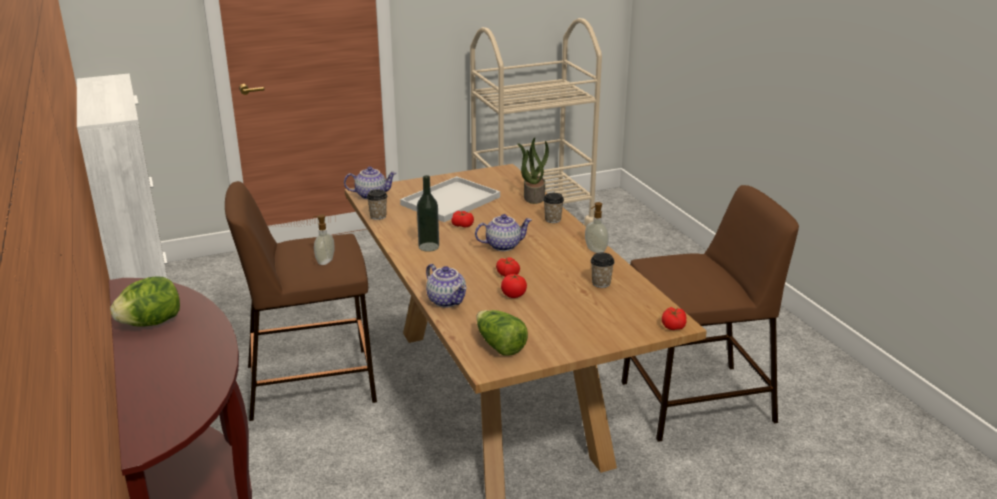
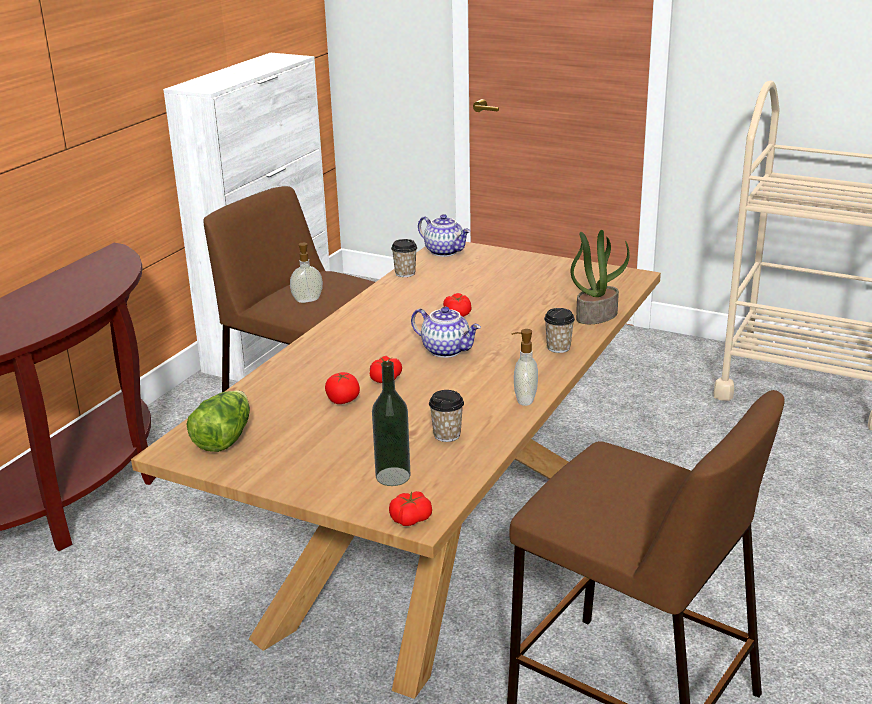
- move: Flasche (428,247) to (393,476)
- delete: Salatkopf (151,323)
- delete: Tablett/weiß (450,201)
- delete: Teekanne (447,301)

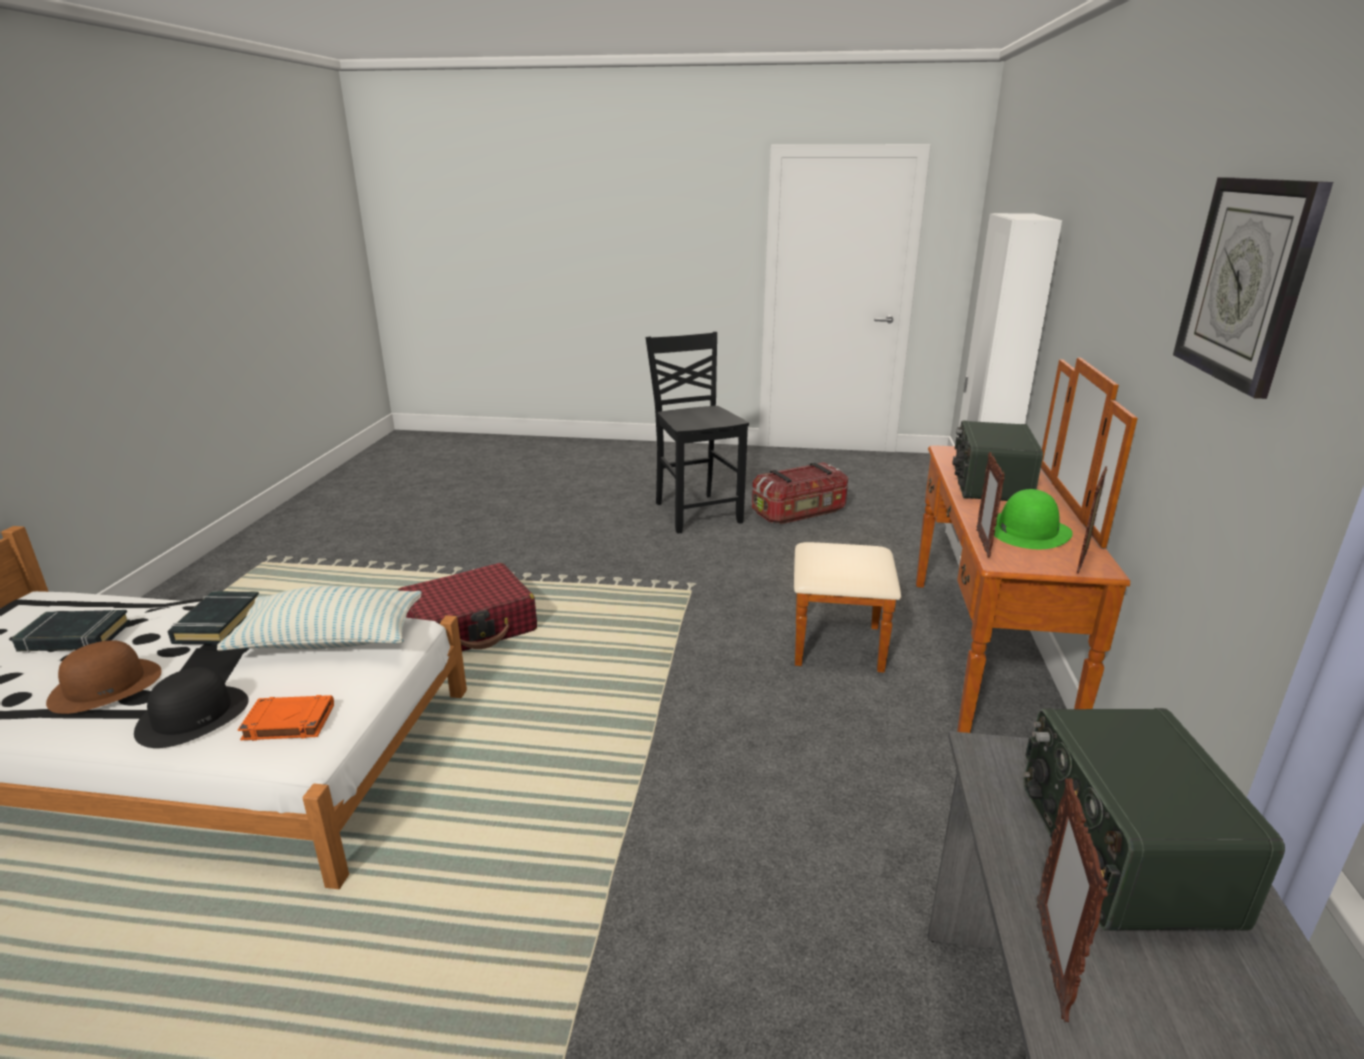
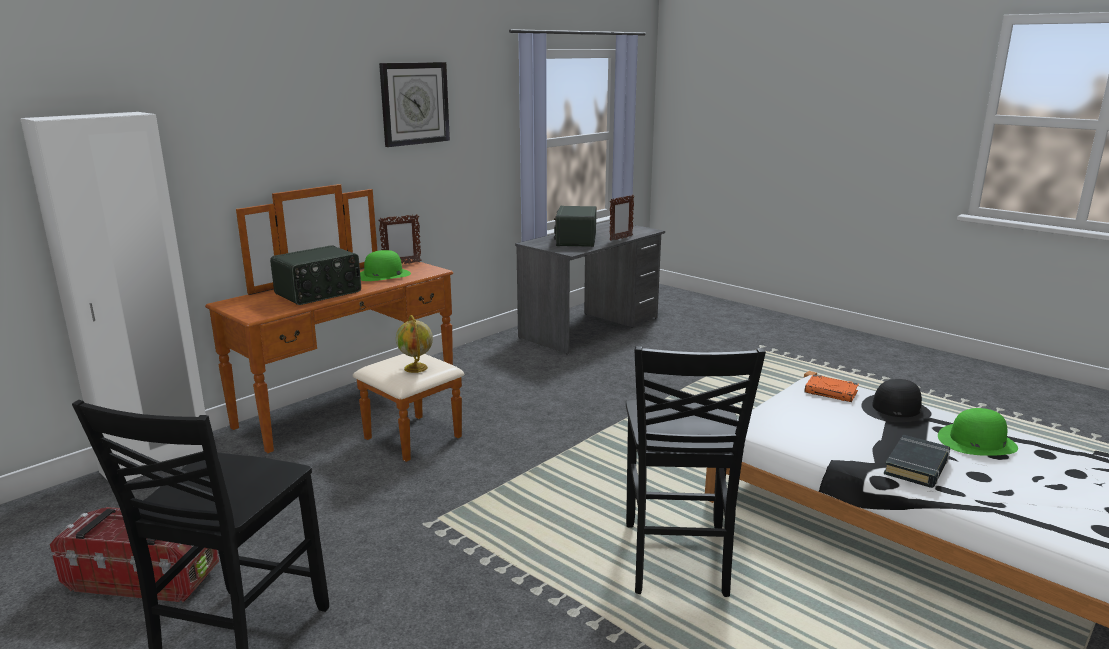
- insert: Globus (416,368)
- rotate: Radio (1119,852) = (575,240) 150 degrees clockwise
- replace: Koffer/rot (470,627) to Stuhl/schwarz (676,560)
- recolor: Hut/braun (106,685) to Hut/grün (976,442)
- delete: Buch/schwarz (74,637)
- delete: Kissen (330,641)
- delete: Bilderrahmen (983,544)

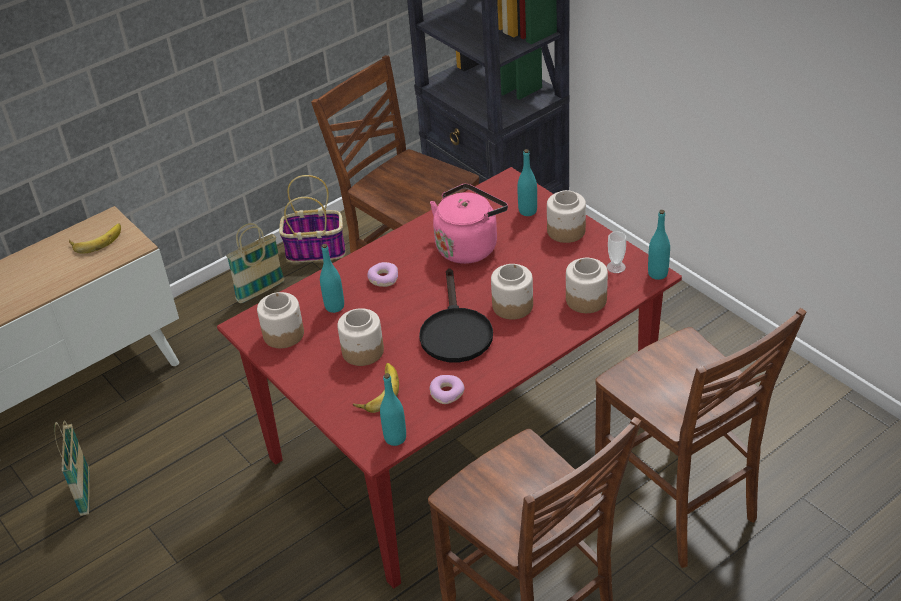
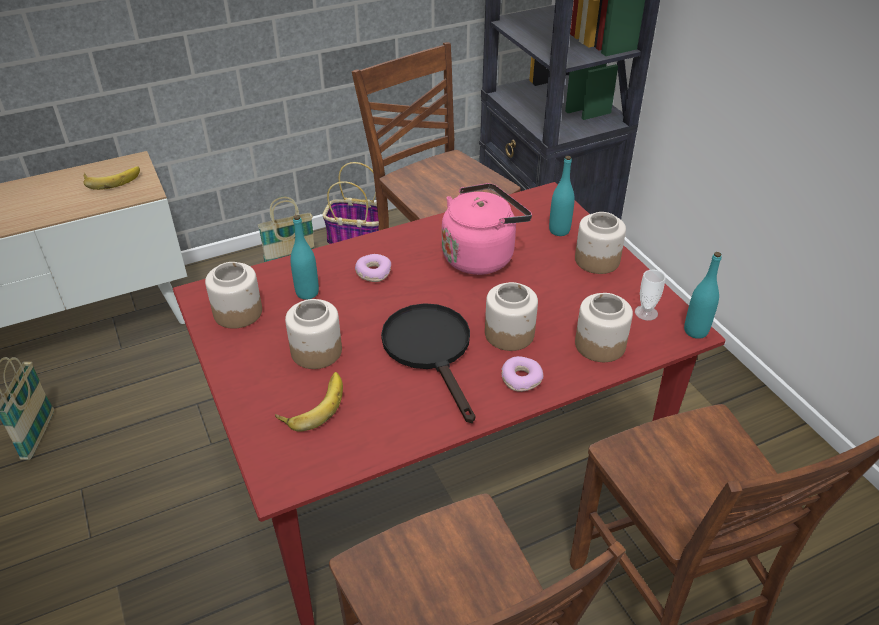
- rotate: Pfanne/schwarz (455,331) = (431,350) 150 degrees clockwise
- move: Donut (447,393) to (521,378)
- delete: Flasche/türkis (395,438)

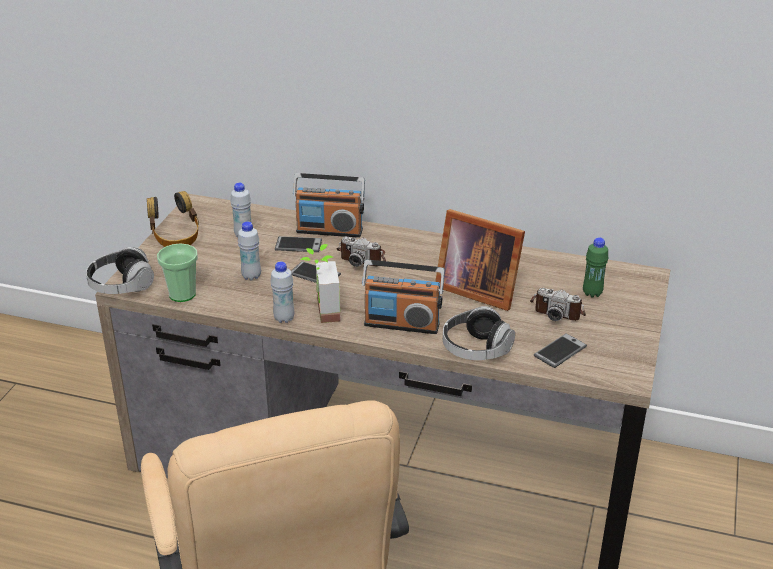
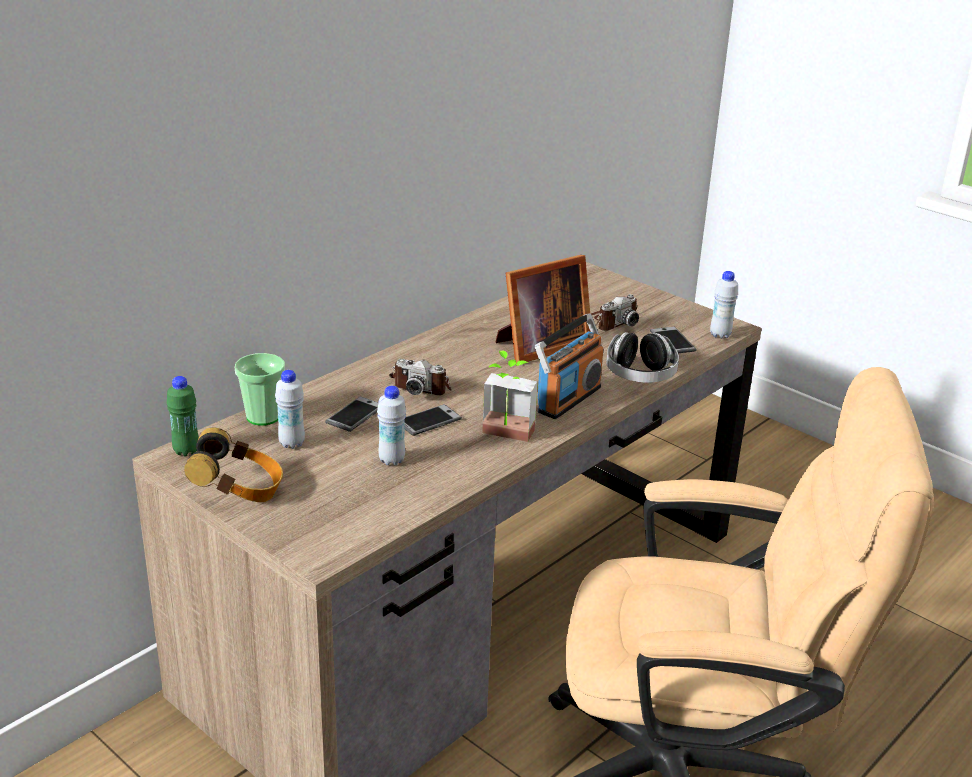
- move: Flasche/grün (592,293) to (186,451)
- move: Tasse (182,294) to (263,417)
- rotate: Kamera (363,257) = (422,385) 60 degrees clockwise
- move: Flasche/weiß (284,318) to (720,335)
- delete: Kopfhörer (121,286)
- delete: Radio (329,230)

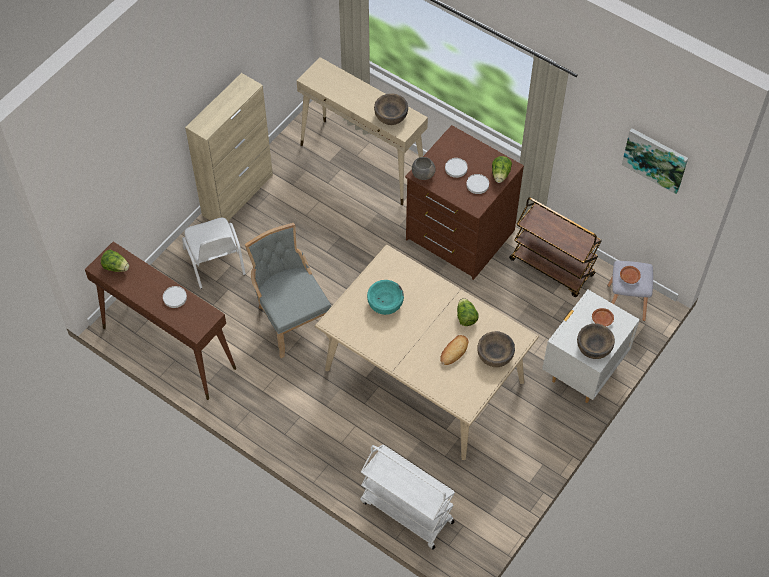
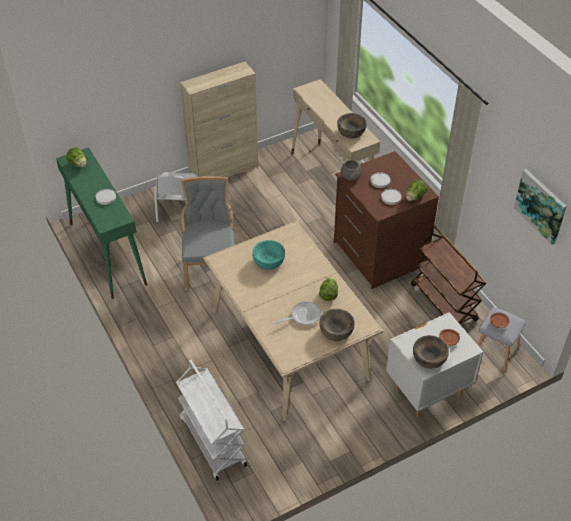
- recolor: Konsolentisch/braun (168,347) to Konsolentisch/grün (107,253)
- replace: Brot (454,351) to Pfanne (303,316)

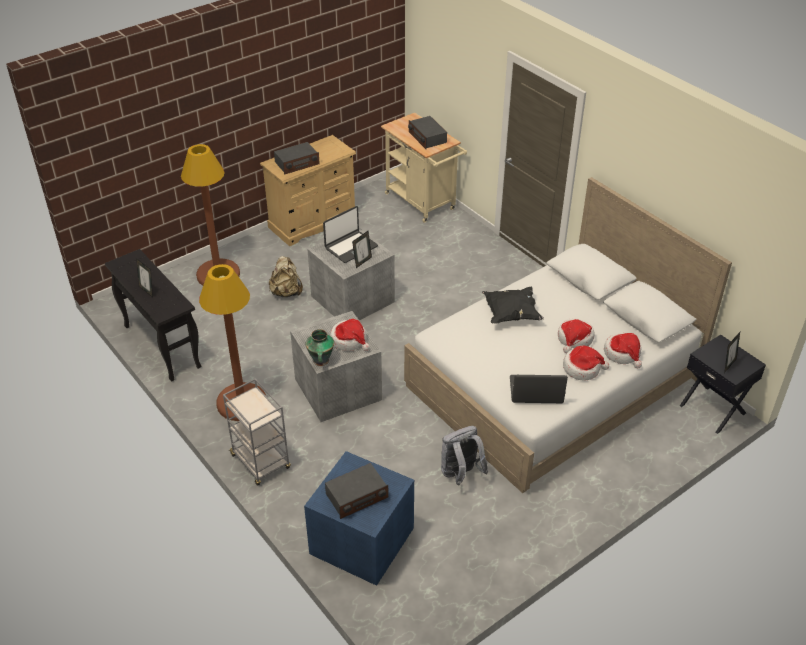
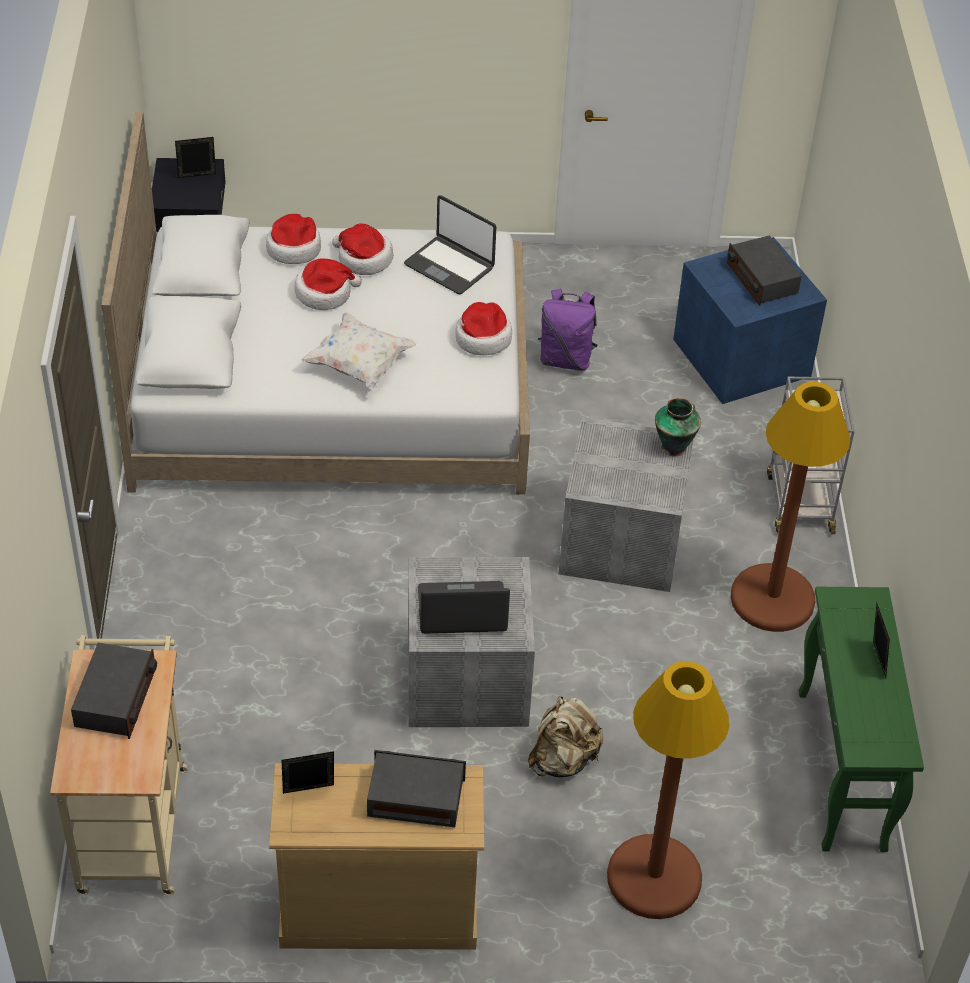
- move: Bilderrahmen (362,261) to (309,792)
- recolor: Kissen/schwarz (511,314) to Kissen/weiß (359,365)
- move: Hut (349,340) to (482,338)
- recolor: Rucksack/grau (461,474) to Rucksack/lila (566,359)
- rotate: Radio (356,496) = (761,278) 120 degrees counterclockwise
- recolor: Konsolentisch/schwarz (161,346) to Konsolentisch/grün (842,771)

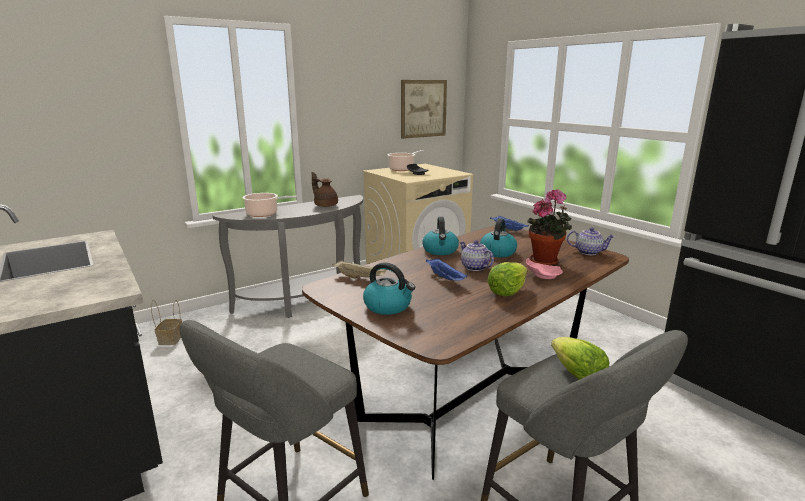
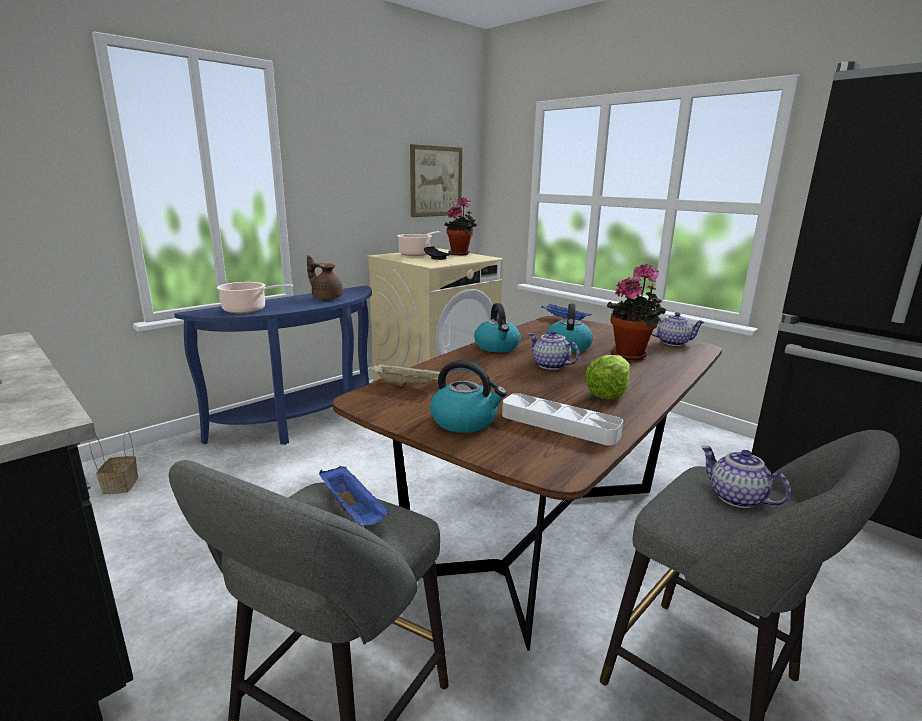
- recolor: Konsolentisch/grau (307,301) to Konsolentisch/blau (305,422)
- move: Tablett/blau (446,279) to (354,511)
- insert: Topfpflanze (460,254)
- insert: Tablett/weiß (559,424)
- replace: Salatkopf (577,375) to Teekanne (735,498)
- delete: Teller/rosa (542,275)

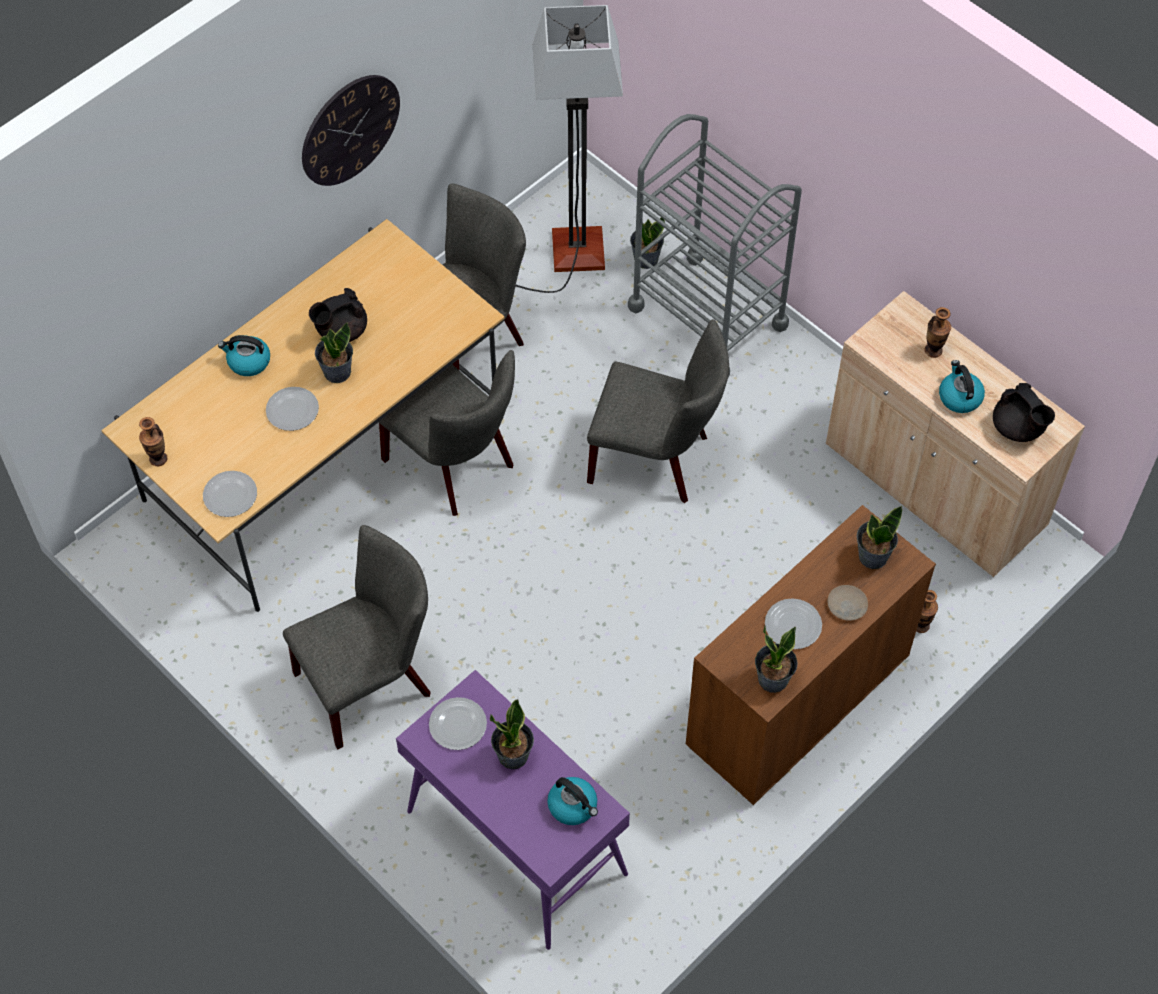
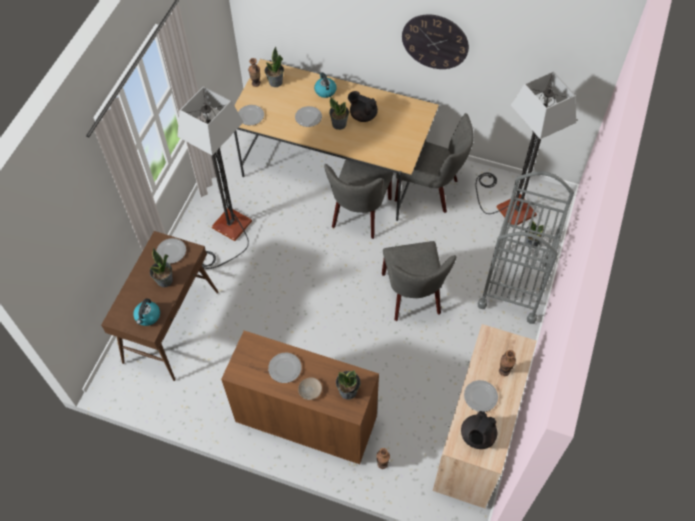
- recolor: Konsolentisch/lila (515,842) to Konsolentisch/braun (171,326)
- replace: Stuhl/grau (371,681) to Stehlampe (228,233)
- move: Topfpflanze (773,679) to (275,82)
- replace: Wasserkessel (959,397) to Teller (480,396)

